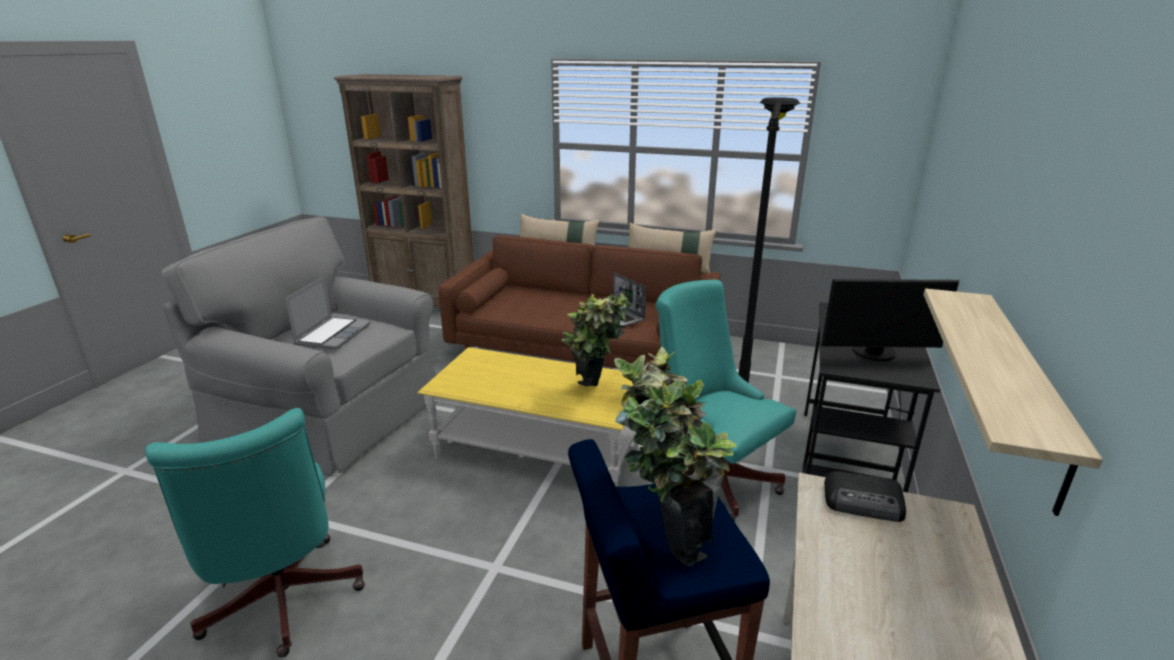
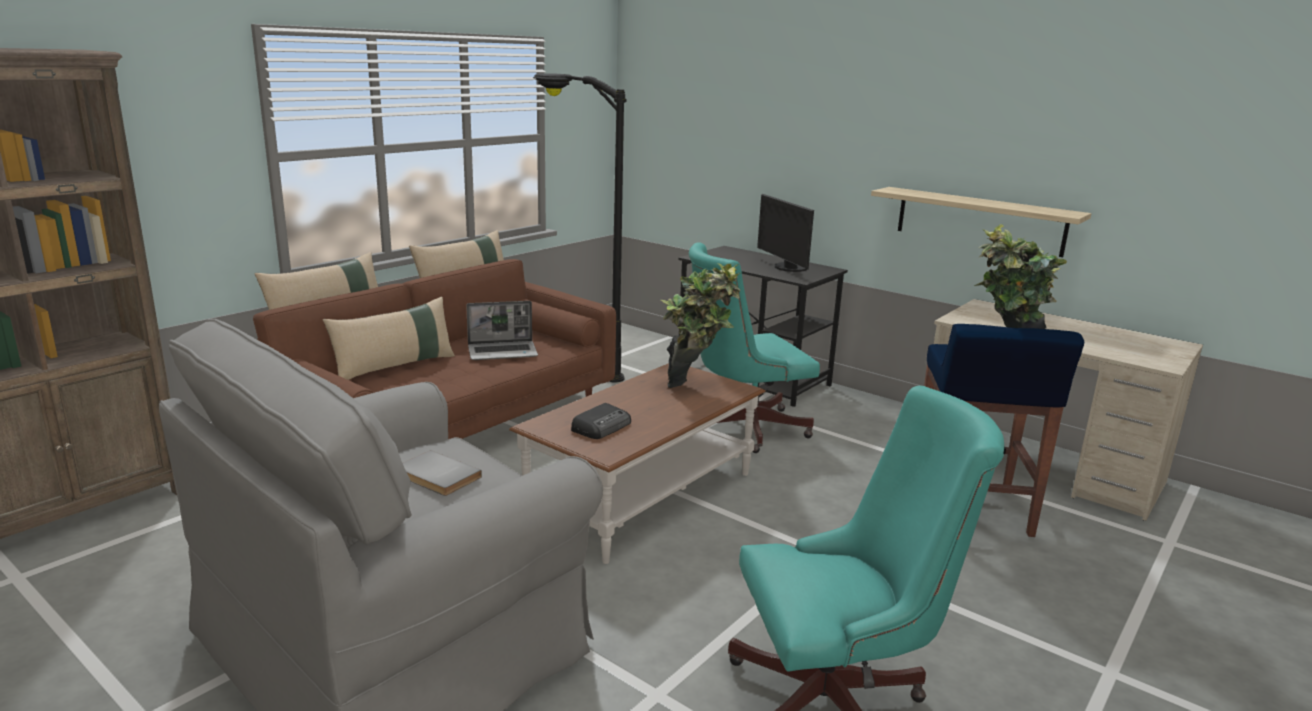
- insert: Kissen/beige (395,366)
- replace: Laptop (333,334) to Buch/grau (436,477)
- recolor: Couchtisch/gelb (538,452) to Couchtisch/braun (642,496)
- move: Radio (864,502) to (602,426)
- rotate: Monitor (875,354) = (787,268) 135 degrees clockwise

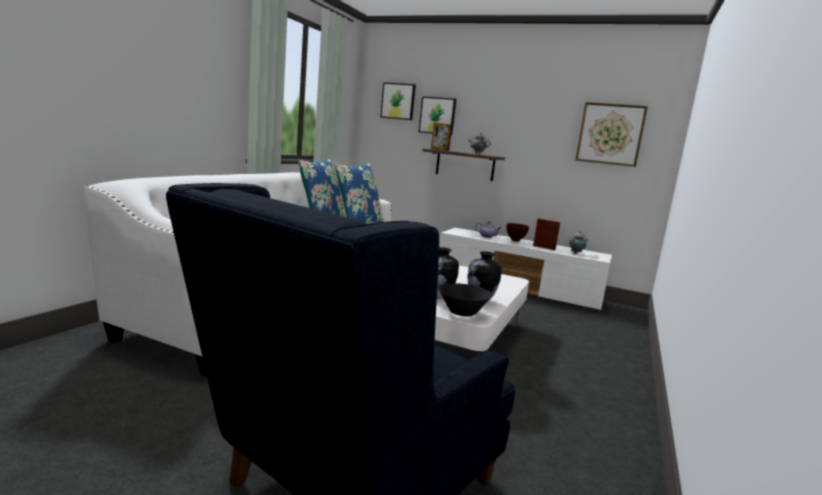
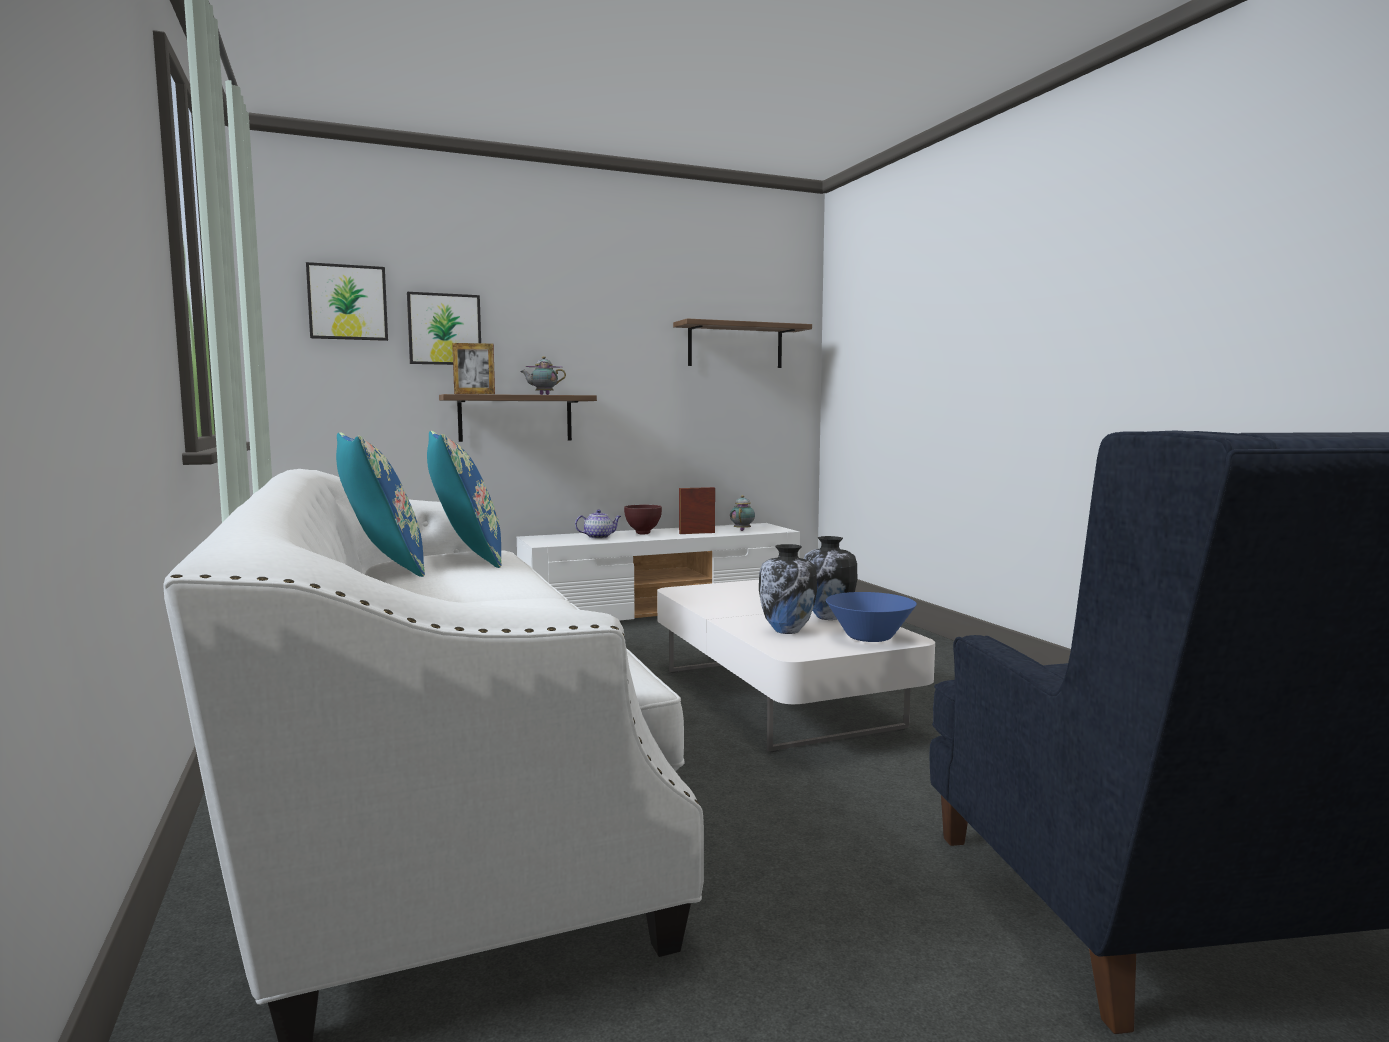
- replace: Bild (610,134) to Wandregal (735,345)
- recolor: Schüssel/schwarz (462,312) to Schüssel/blau (869,637)

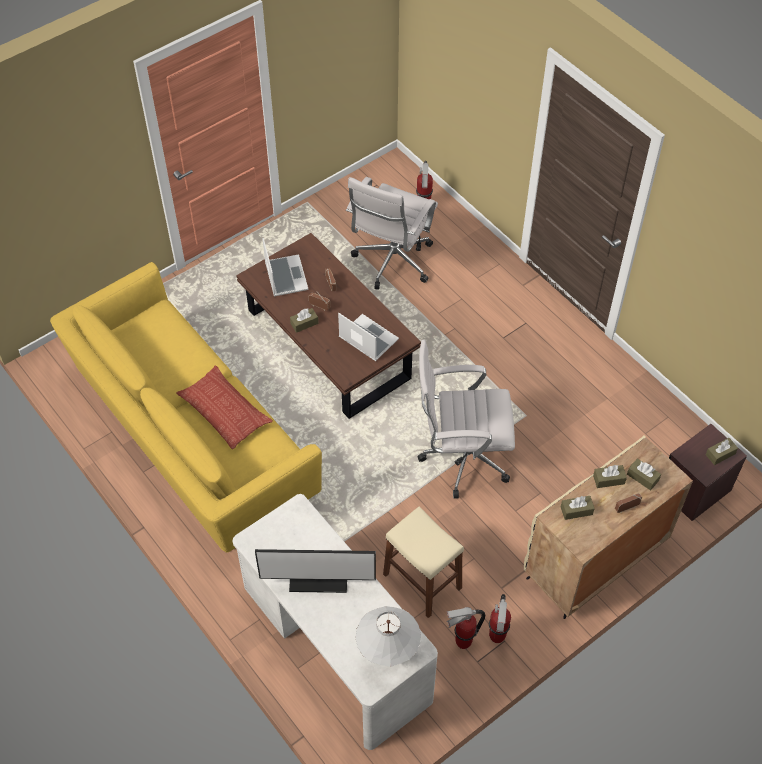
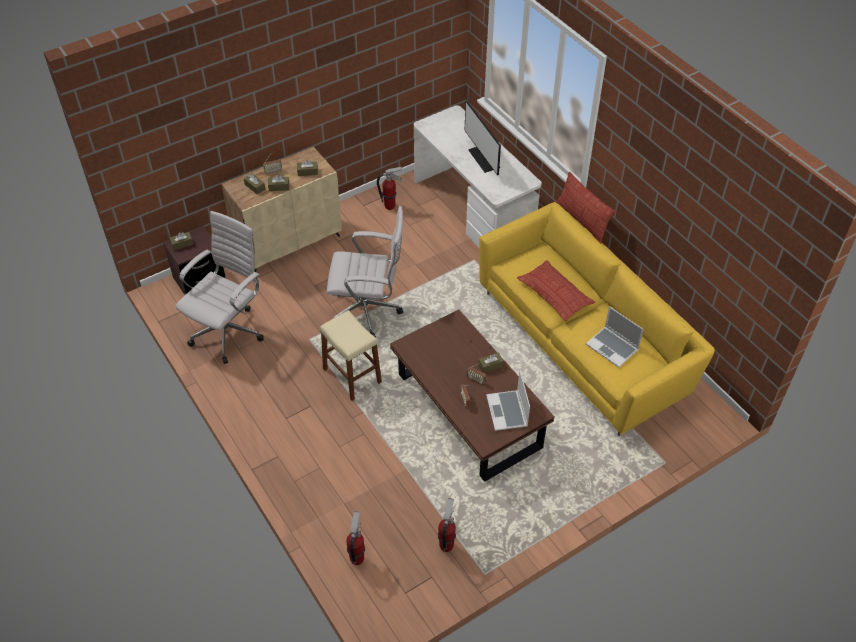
- move: Bürostuhl/weiß (392,263) to (229,331)
- move: Hocker/beige (422,581) to (352,375)
- move: Feuerlöscher (497,637) to (446,545)
- rotate: Monitor (318,580) = (484,159) 120 degrees counterclockwise
- insert: Kissen (582,221)
- move: Laptop (367,339) to (613,347)
- delete: Tischlampe/weiß (387,656)

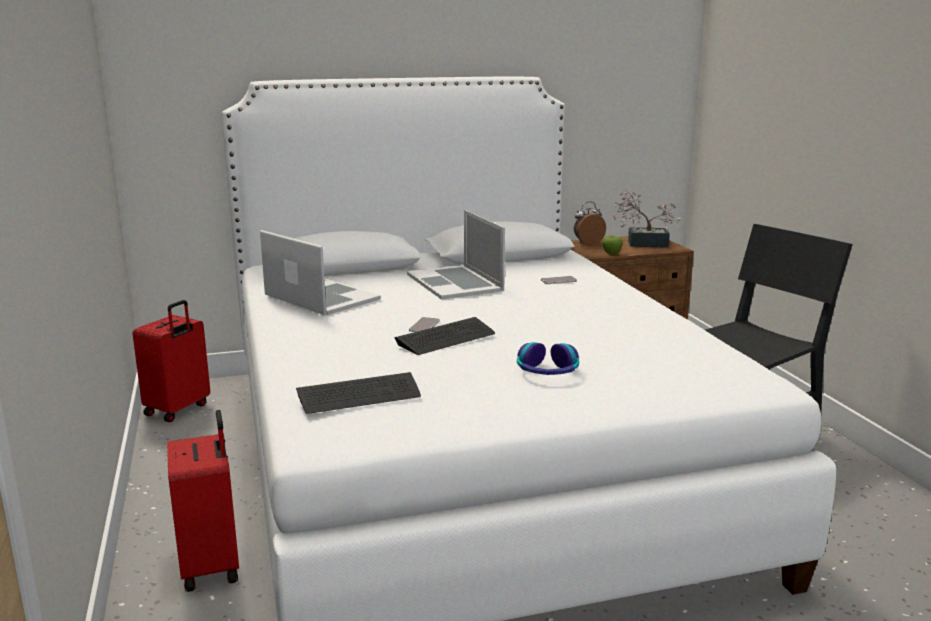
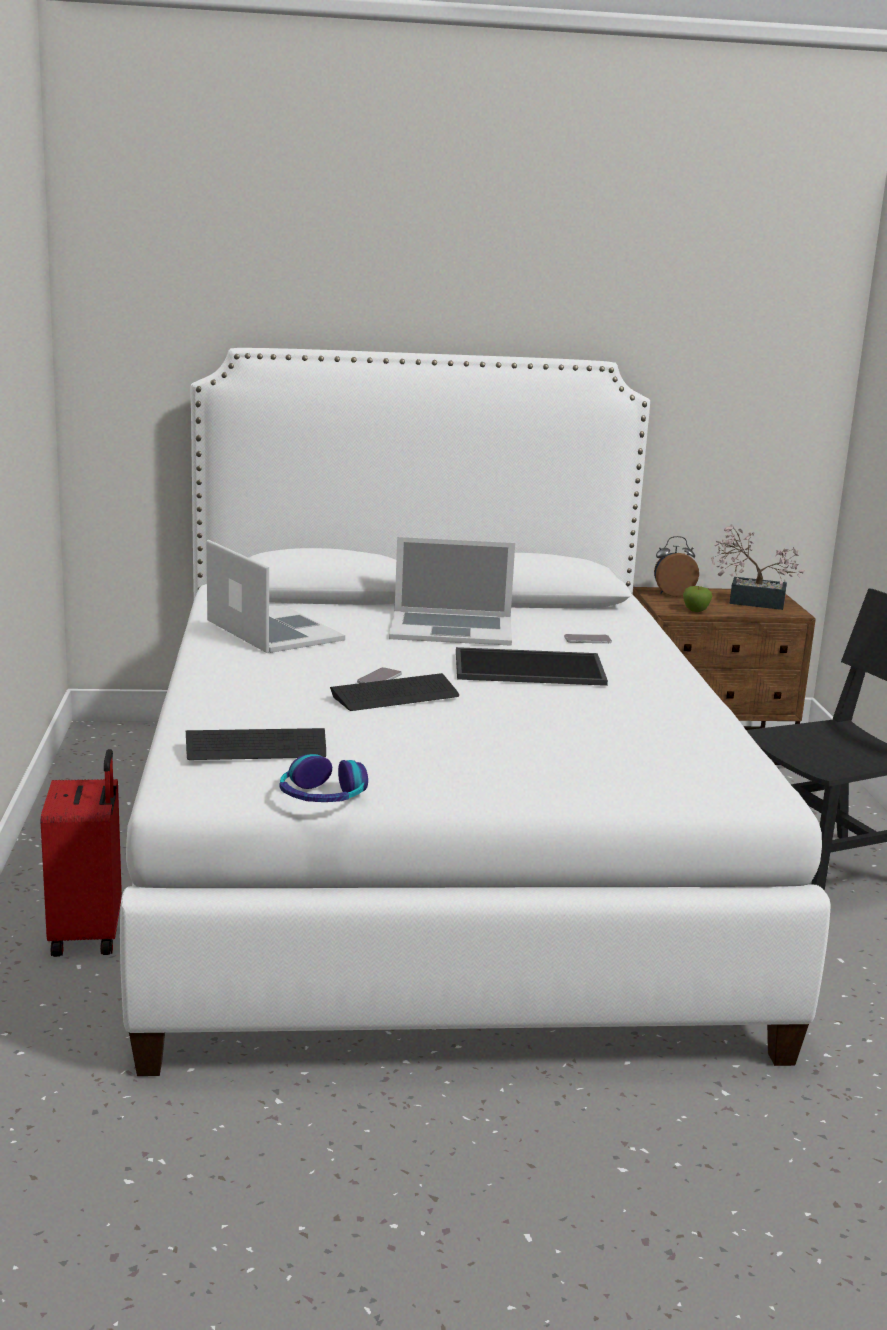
- move: Kopfhörer (547,372) to (322,797)
- rotate: Laptop (455,282) = (451,629) 75 degrees counterclockwise
- insert: Tablett (527,669)
- delete: Koffer/rot (178,410)

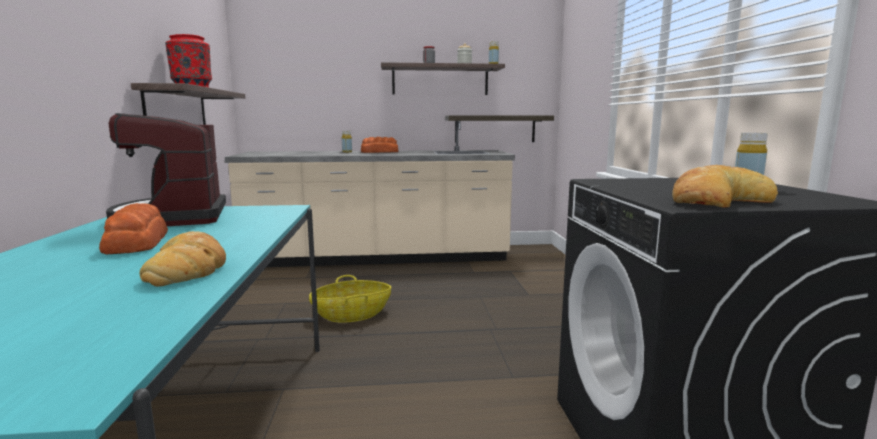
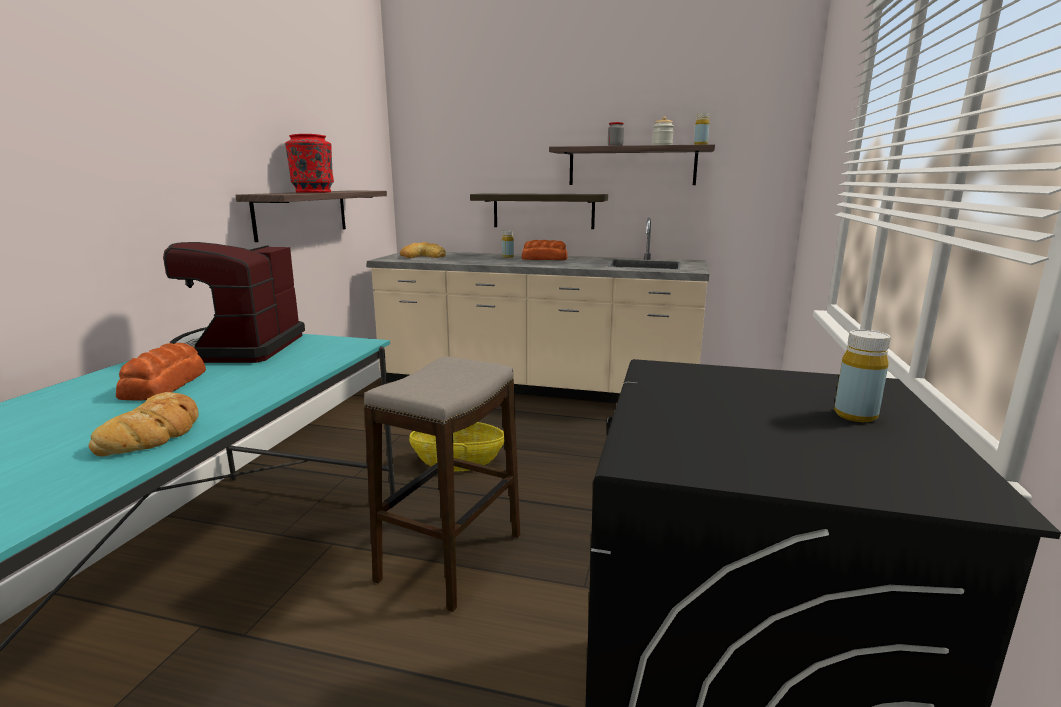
- insert: Hocker (451,558)
- move: Brot (716,201) to (423,256)
- move: Wandregal (495,129) to (543,211)

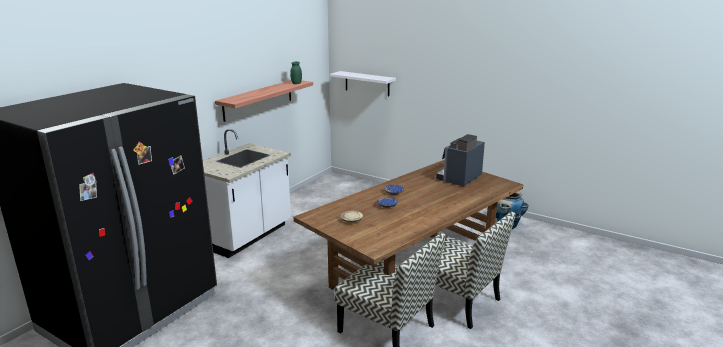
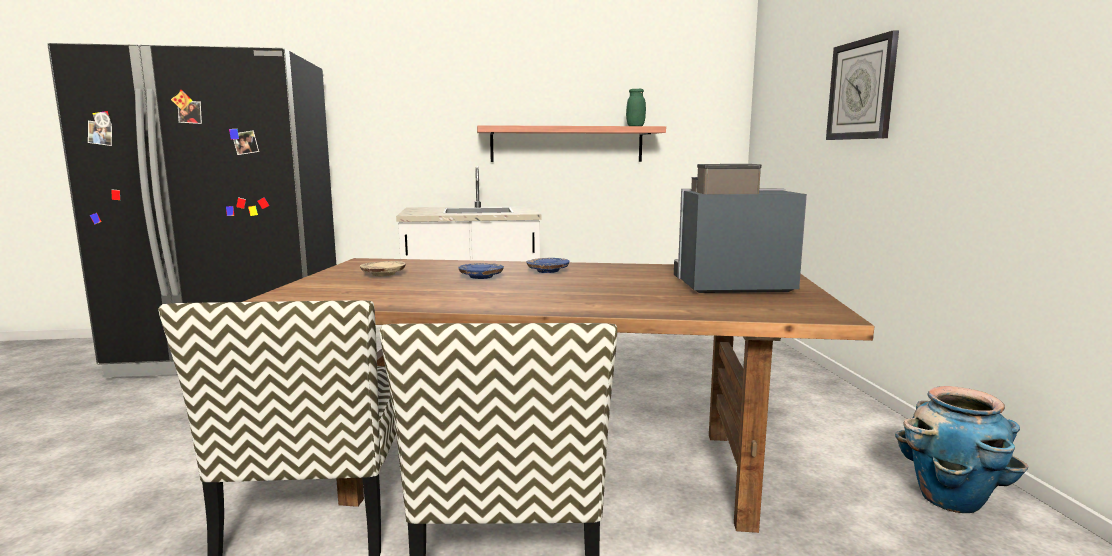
- insert: Wanduhr (861,90)
- delete: Wandregal/weiß (367,83)

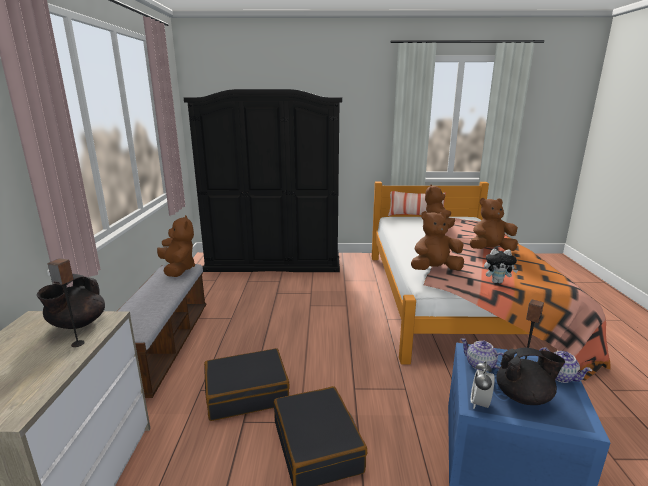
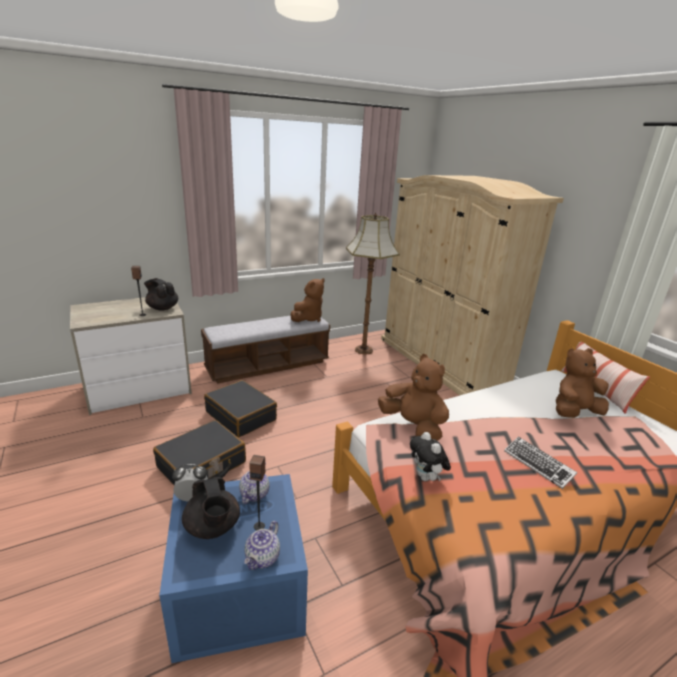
- rotate: Teekanne/schwarz (77,324) = (162,308) 45 degrees clockwise
- insert: Stehlampe (363,350)
- recolor: Kleiderschrank/schwarz (274,262) to Kleiderschrank/beige (441,362)
- replace: Plüschtier/braun (490,250) to Tastatur (538,465)

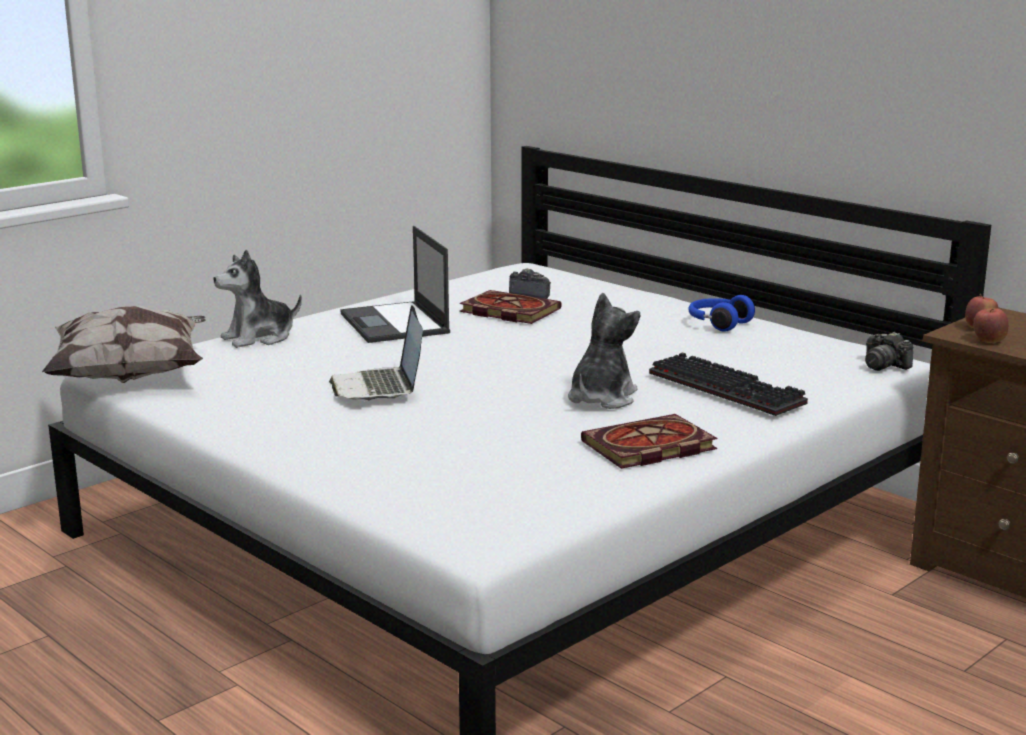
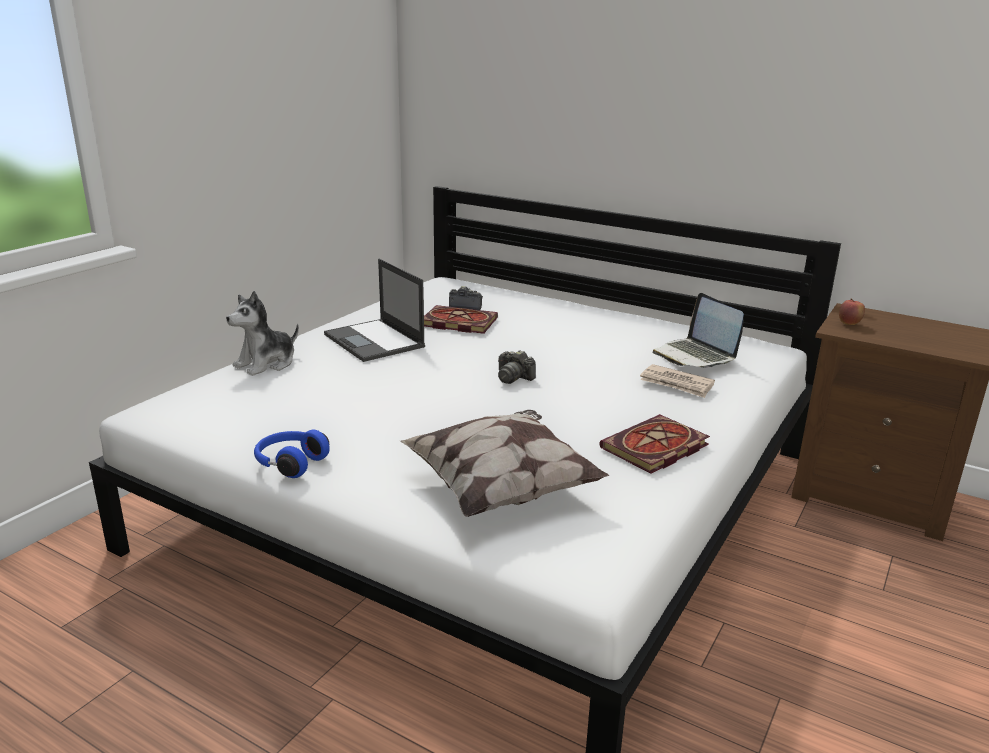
- move: Kopfhörer/blau (718,324) to (290,463)
- move: Kissen (132,376) to (502,489)
- move: Kamera (884,365) to (513,378)
- replace: Tastatur (730,388) to Zeitung (676,384)
- move: Laptop (379,388) to (695,356)
- delete: Plüschtier (601,398)
- delete: Apfel (989,341)

